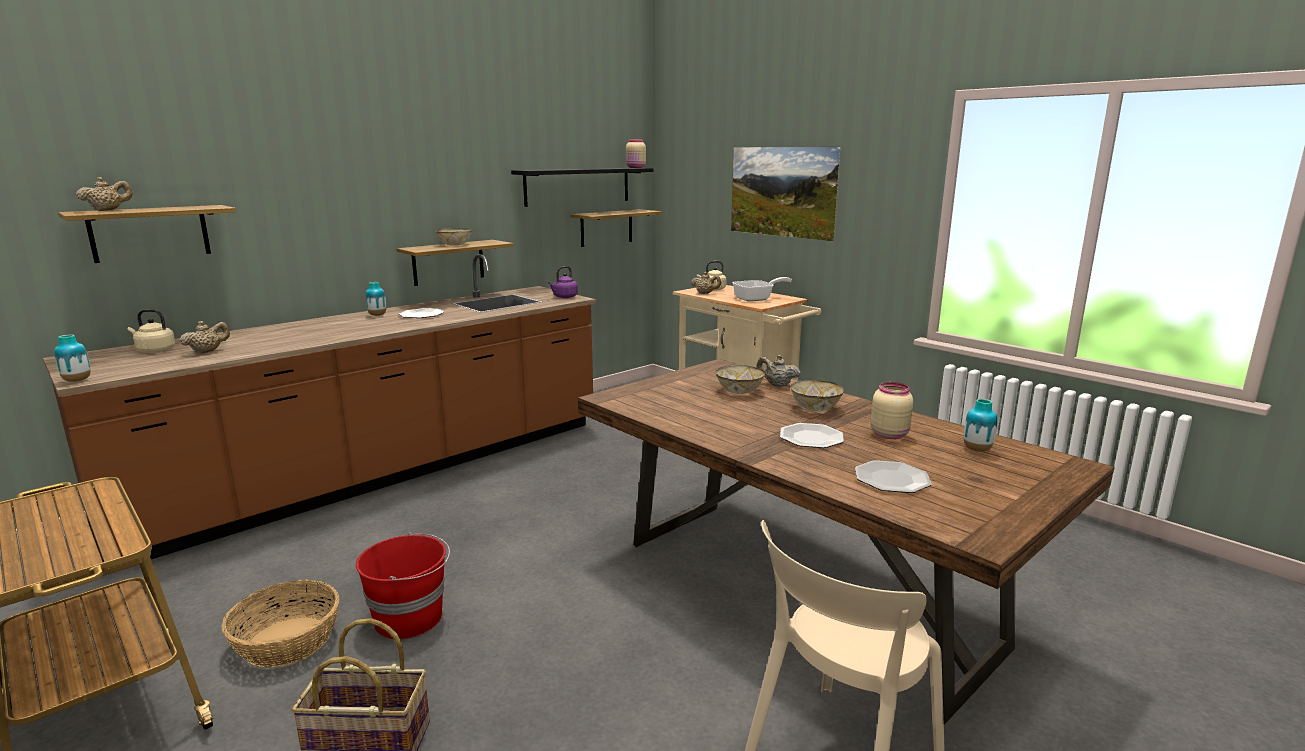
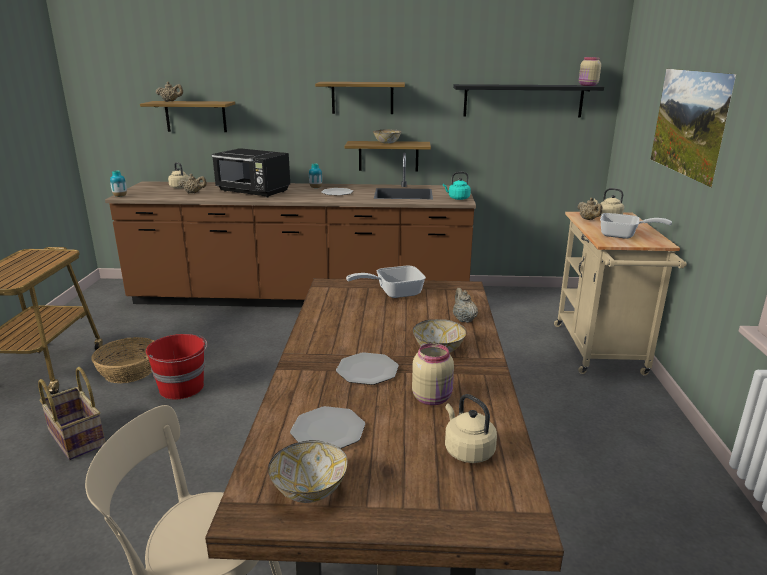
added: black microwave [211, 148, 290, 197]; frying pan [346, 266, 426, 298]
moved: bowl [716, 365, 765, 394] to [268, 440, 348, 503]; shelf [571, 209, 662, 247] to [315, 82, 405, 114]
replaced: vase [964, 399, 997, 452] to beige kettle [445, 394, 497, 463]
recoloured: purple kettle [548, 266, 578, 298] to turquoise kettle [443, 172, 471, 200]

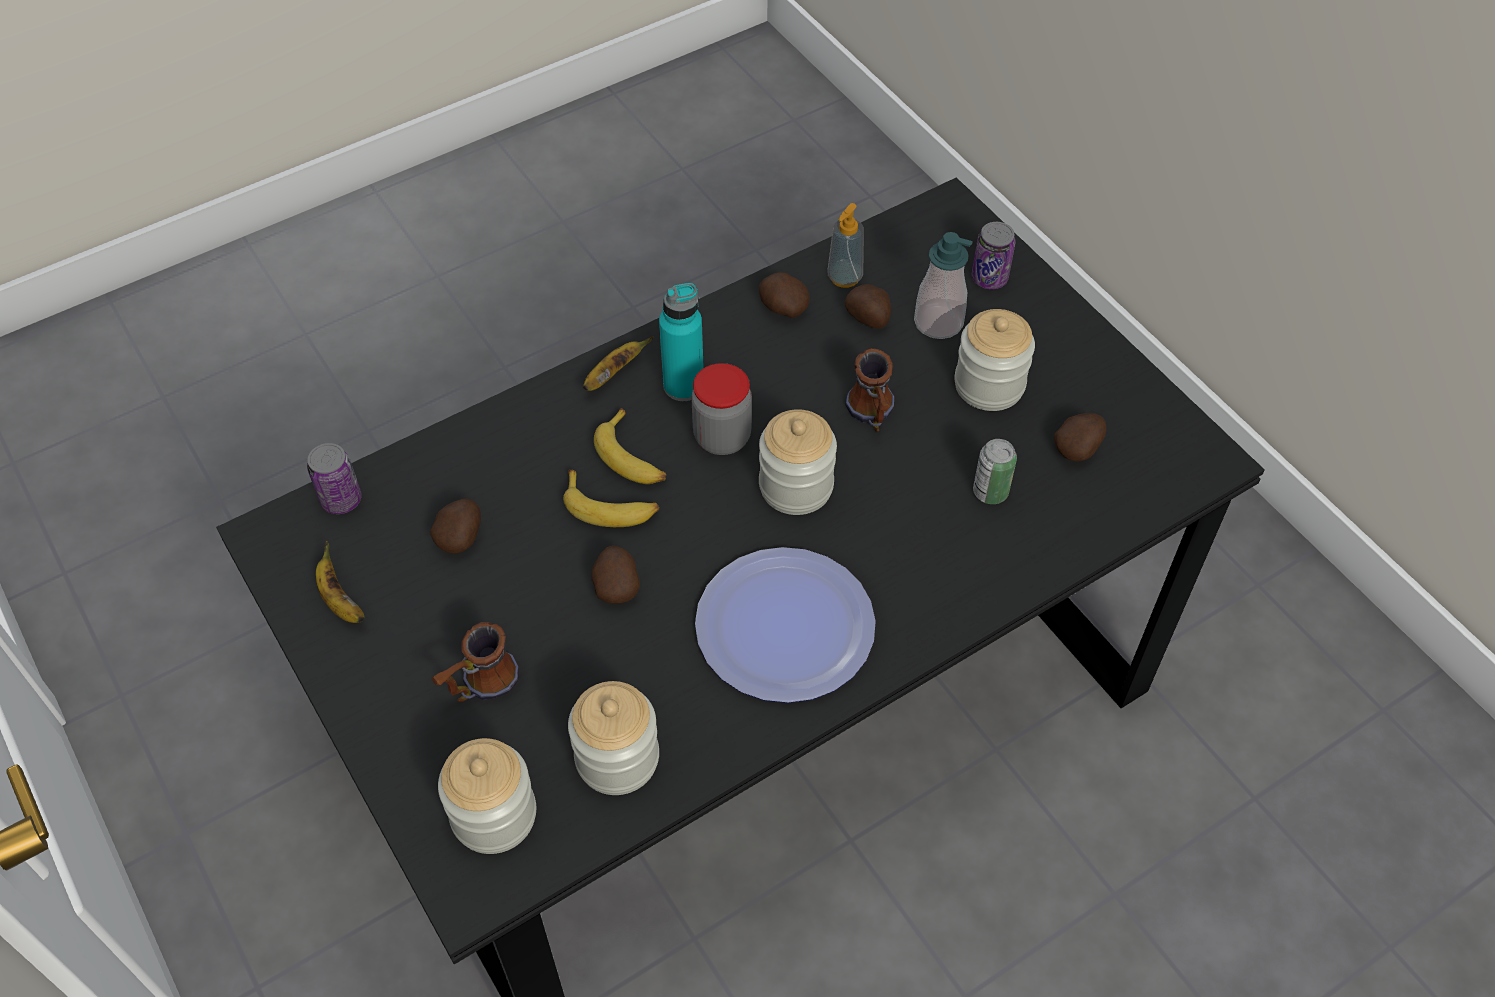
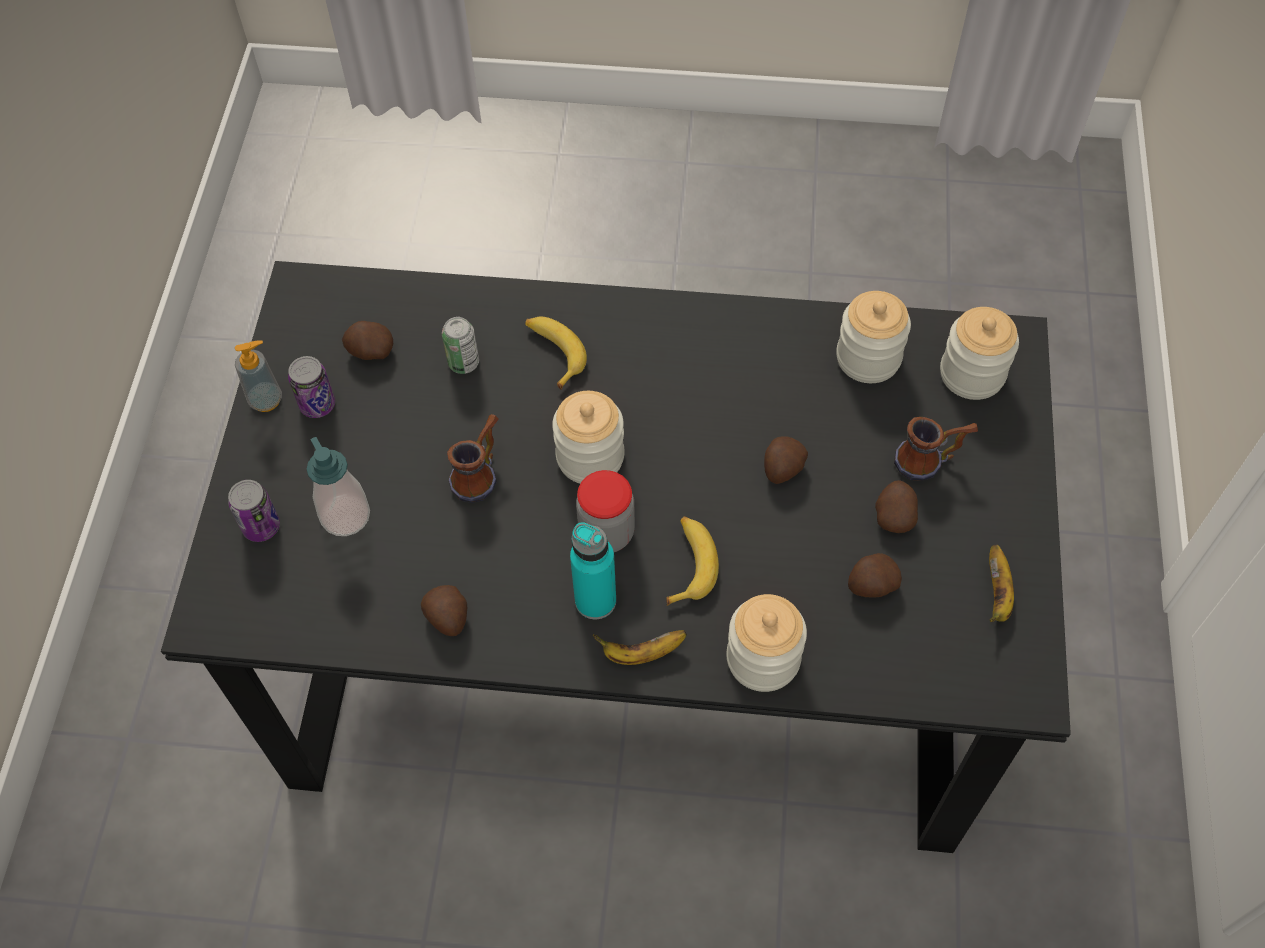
removed: plate [695, 547, 876, 703]
moved: soap dispenser [827, 203, 864, 288] to [235, 340, 282, 412]; can [307, 443, 362, 514] to [288, 356, 335, 418]; banana [563, 470, 659, 527] to [525, 317, 587, 390]; jar [954, 309, 1035, 411] to [726, 594, 807, 692]; potato [845, 284, 891, 329] to [875, 480, 918, 533]

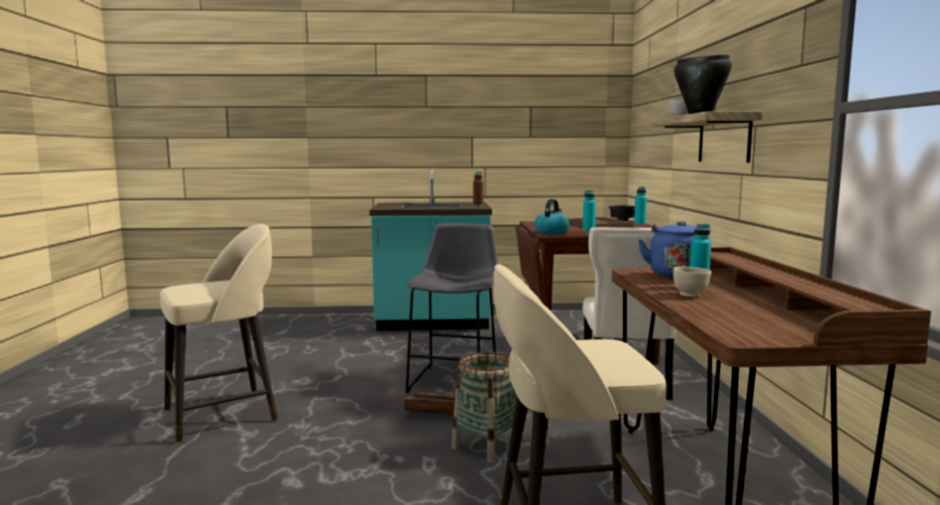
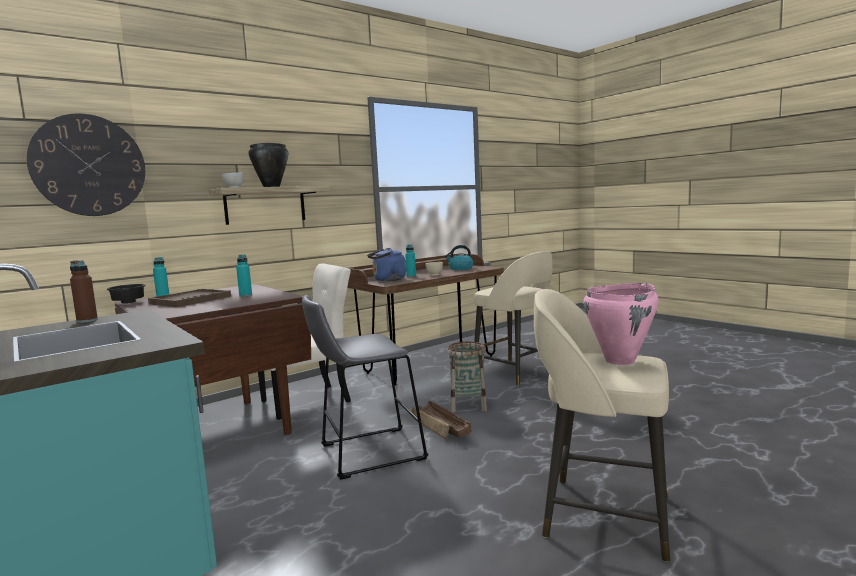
added: wall clock [27, 113, 145, 216]; pink cooking pot [583, 283, 659, 365]
moved: kettle [534, 199, 569, 234] to [445, 245, 474, 270]

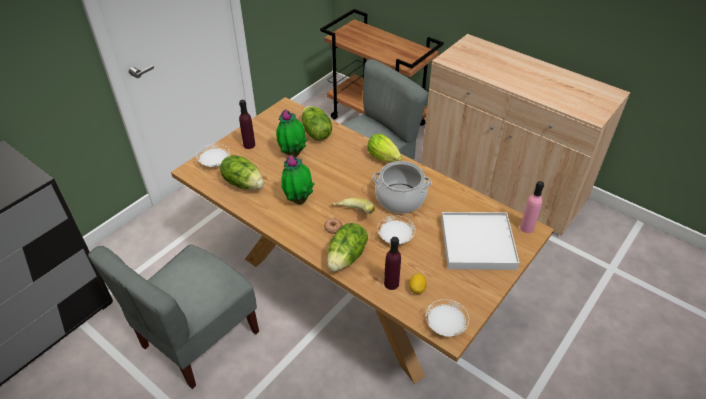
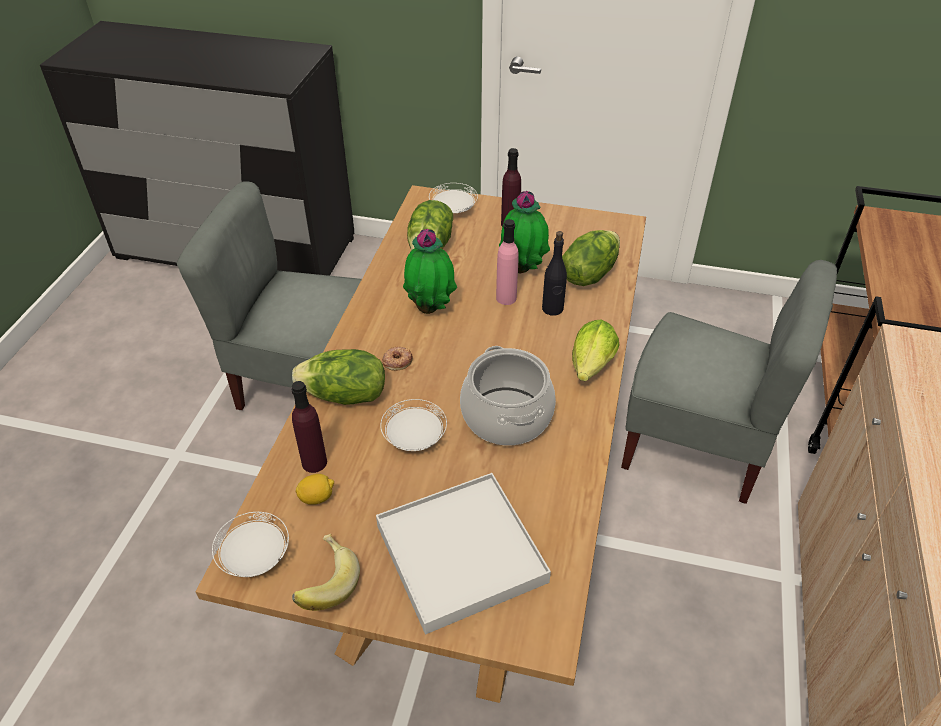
added: black bottle [542, 231, 567, 316]
moved: banana [332, 198, 375, 214] to [292, 533, 360, 611]; pink bottle [520, 181, 544, 233] to [496, 219, 519, 305]

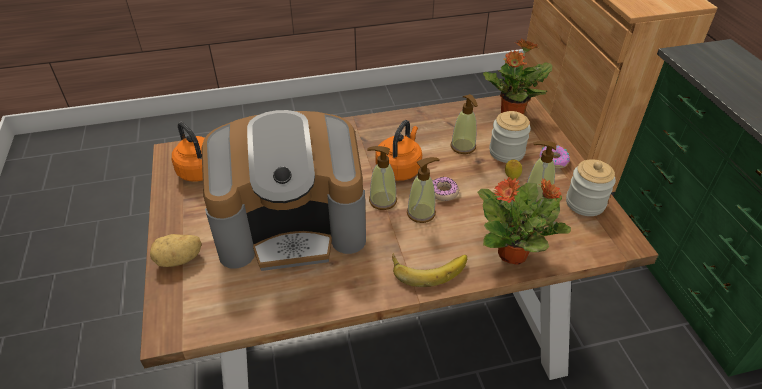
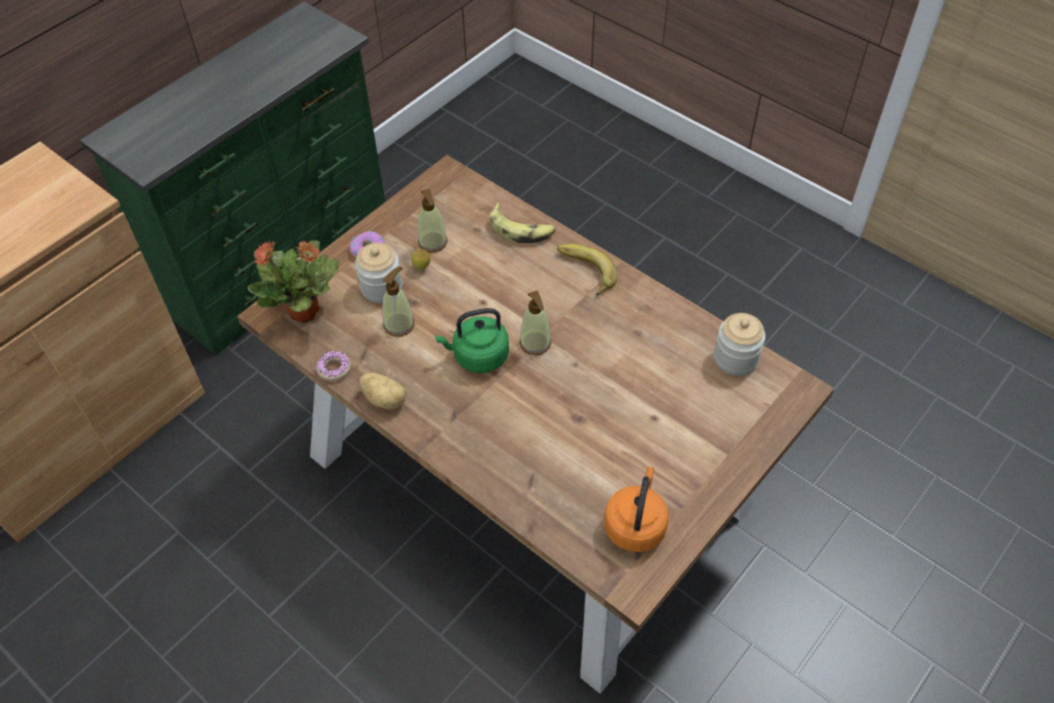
removed: coffee machine [201, 110, 366, 271]; soap dispenser [407, 157, 440, 223]
moved: donut [433, 177, 459, 201] to [316, 351, 351, 381]; potato [150, 234, 202, 267] to [359, 373, 407, 410]; jar [566, 159, 616, 216] to [714, 313, 766, 376]
replaced: potted plant [477, 177, 571, 264] to banana [489, 202, 556, 243]
recoloured: orange kettle [376, 120, 422, 181] to green kettle [435, 308, 509, 373]

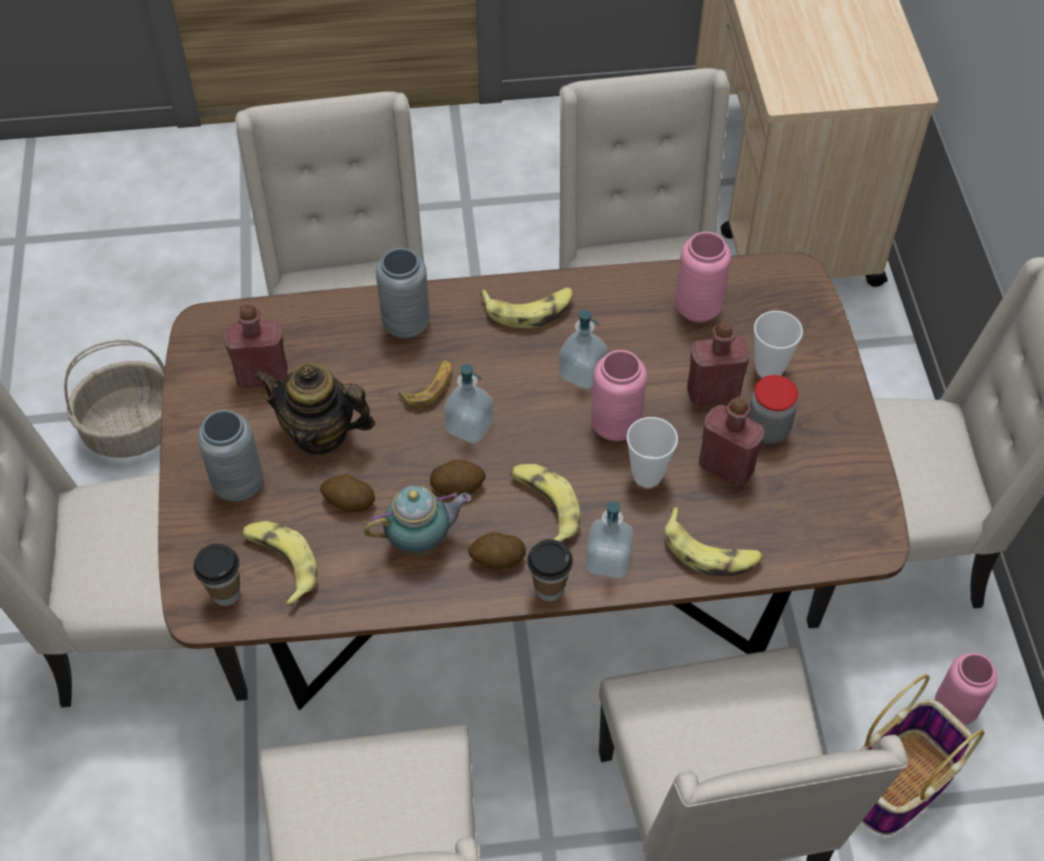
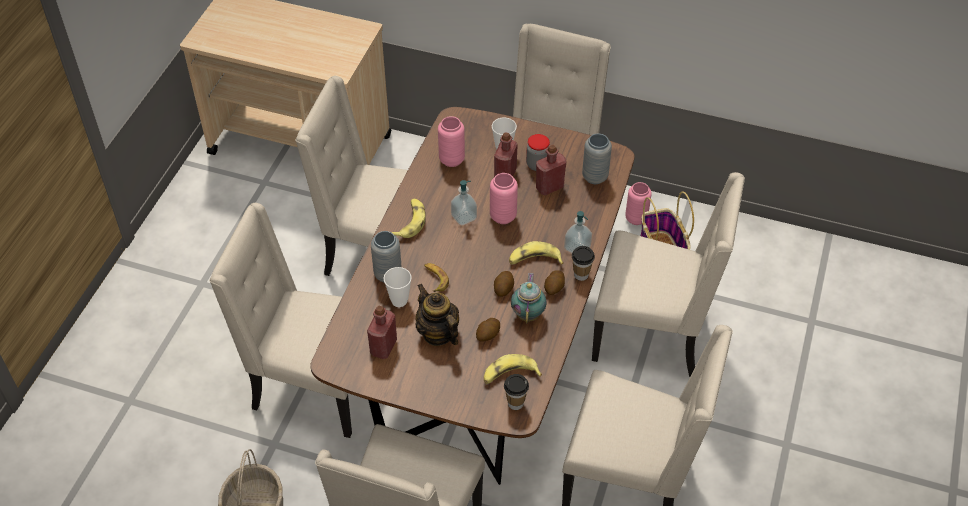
removed: soap dispenser [444, 364, 493, 444]; banana [664, 507, 763, 576]
moved: cup [627, 417, 678, 488] to [384, 267, 412, 307]; grey vase [197, 410, 263, 502] to [582, 133, 612, 184]
turned: teapot [254, 363, 375, 456] = [416, 284, 459, 346] 105 degrees clockwise

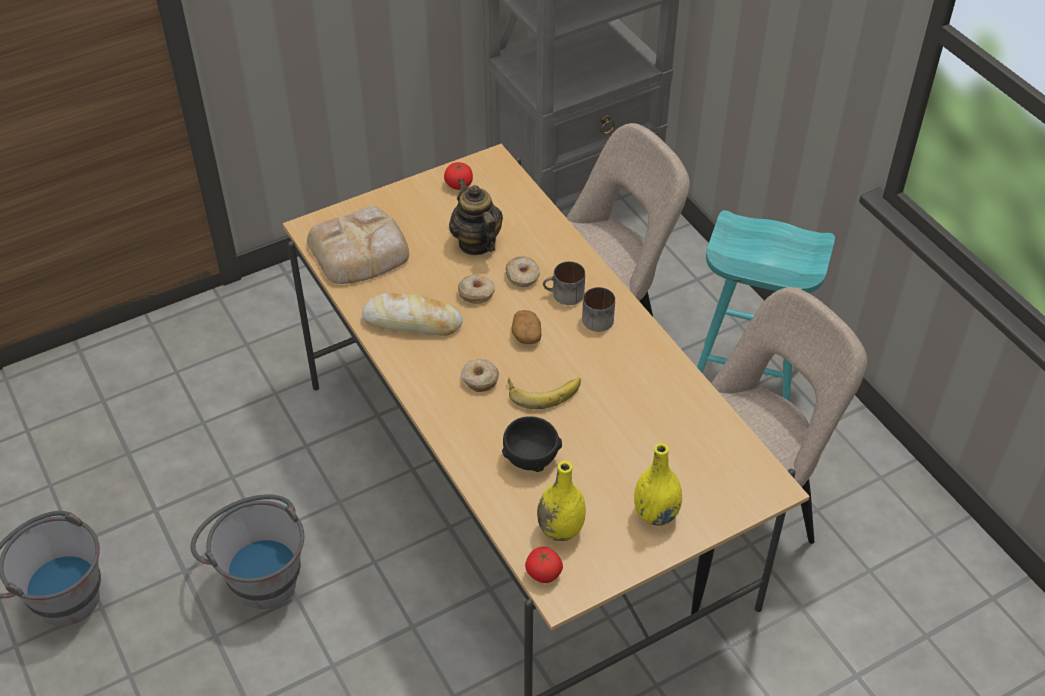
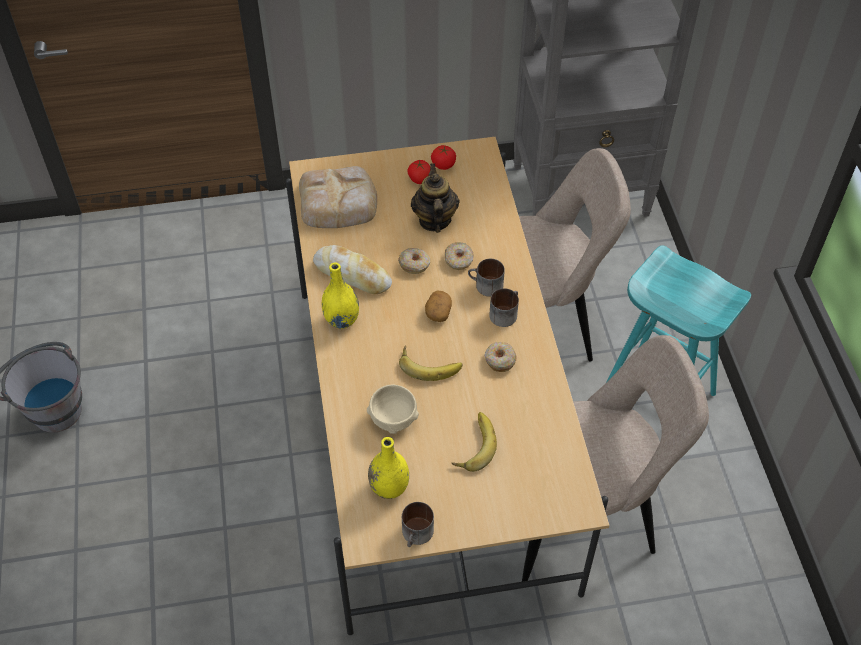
removed: grey bucket [191, 494, 304, 609]
added: mug [402, 502, 434, 547]; banana [451, 412, 497, 472]
moved: yellow vase [634, 443, 682, 526] to [322, 262, 359, 329]; tomato [525, 547, 563, 583] to [407, 160, 430, 184]; donut [461, 359, 499, 392] to [485, 342, 517, 372]
recoloured: black bowl [502, 416, 562, 472] to beige bowl [367, 384, 419, 434]

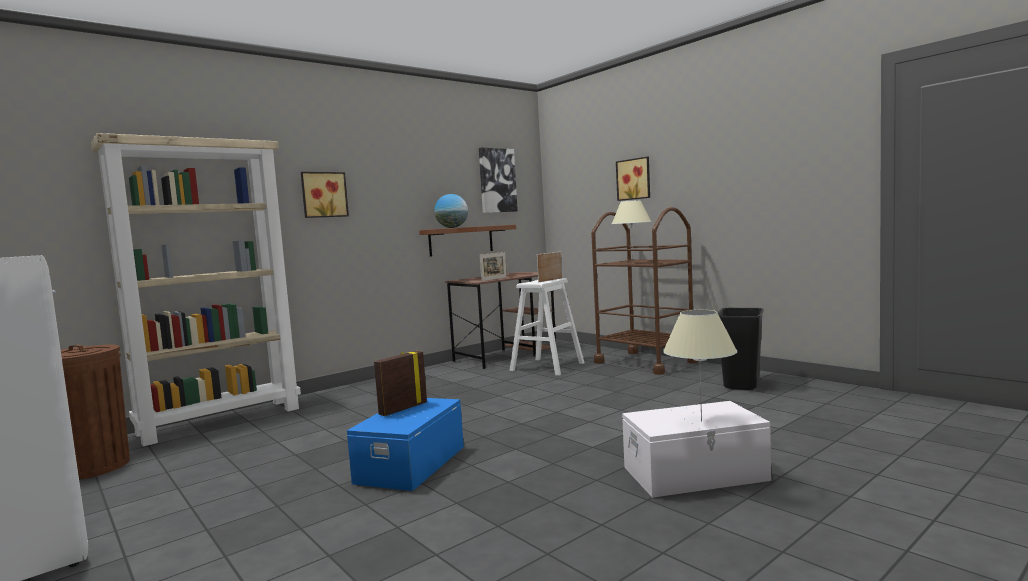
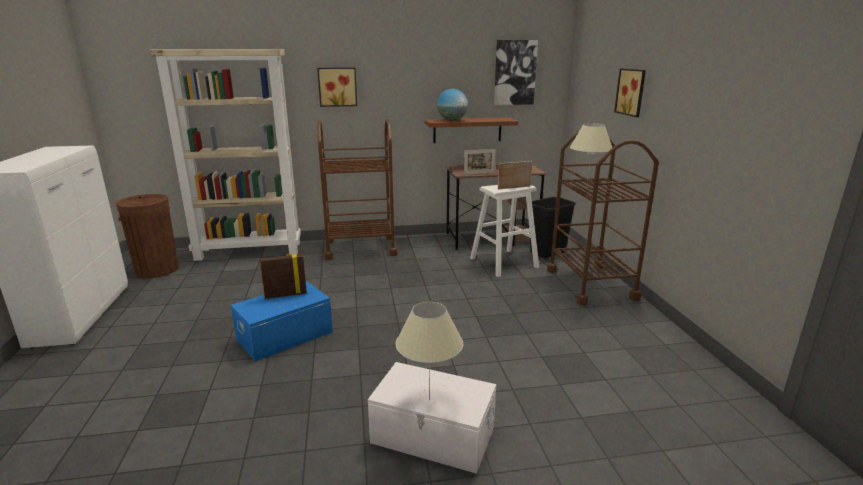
added: brown cart [317, 118, 398, 260]
moved: black trash can [718, 308, 764, 390] to [530, 197, 576, 258]

